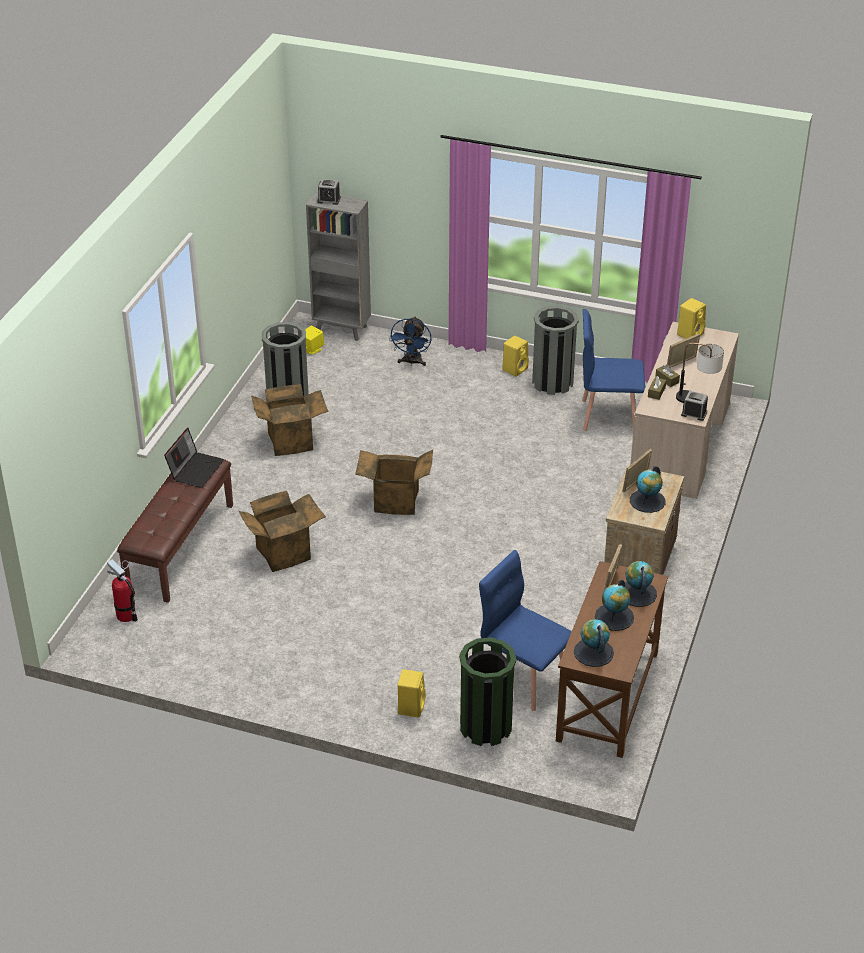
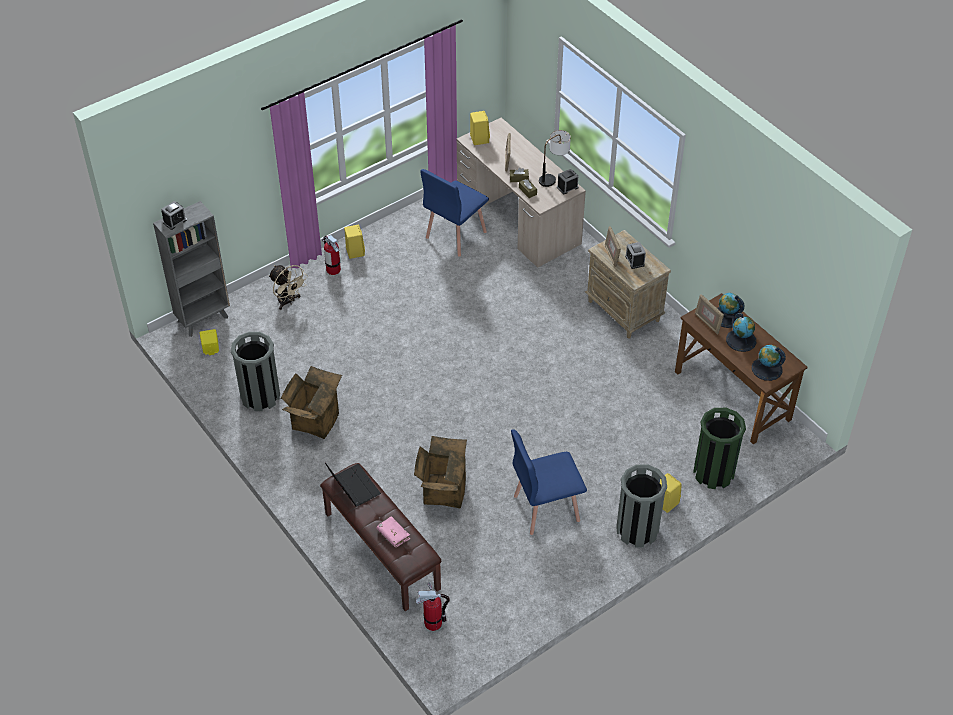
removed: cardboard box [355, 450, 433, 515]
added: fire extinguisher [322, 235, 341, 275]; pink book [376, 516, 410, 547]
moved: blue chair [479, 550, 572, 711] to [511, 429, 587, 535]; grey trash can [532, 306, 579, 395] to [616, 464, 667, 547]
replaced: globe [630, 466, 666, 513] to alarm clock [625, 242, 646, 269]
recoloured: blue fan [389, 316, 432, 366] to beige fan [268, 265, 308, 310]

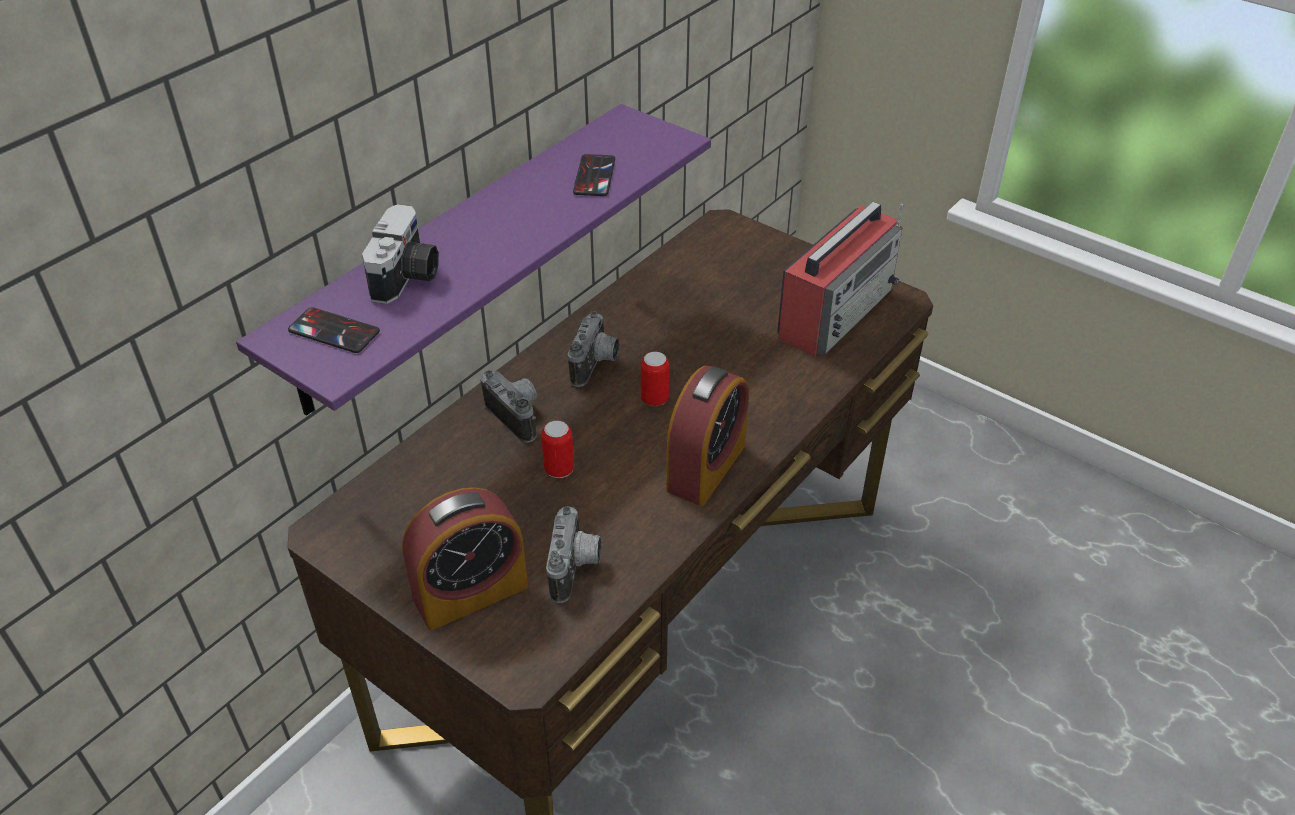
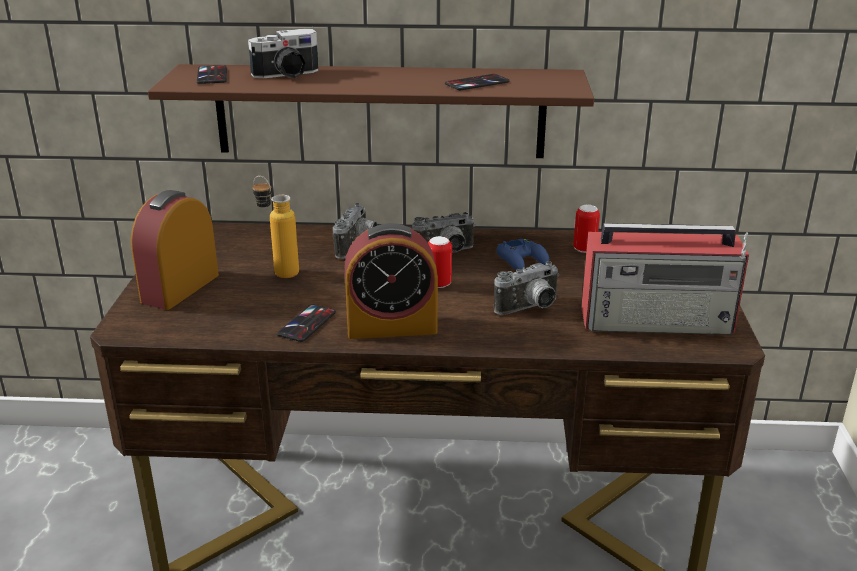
added: bottle [253, 176, 299, 278]; phone [277, 304, 336, 342]; blue game controller [496, 238, 549, 270]
moved: photo camera [546, 506, 601, 603] to [494, 261, 560, 315]; can [541, 421, 574, 478] to [573, 205, 600, 253]
recoloured: purple shelf [236, 104, 711, 416] to brown shelf [148, 64, 594, 158]
turned: alarm clock [402, 487, 528, 630] = [131, 190, 219, 310] 90 degrees clockwise

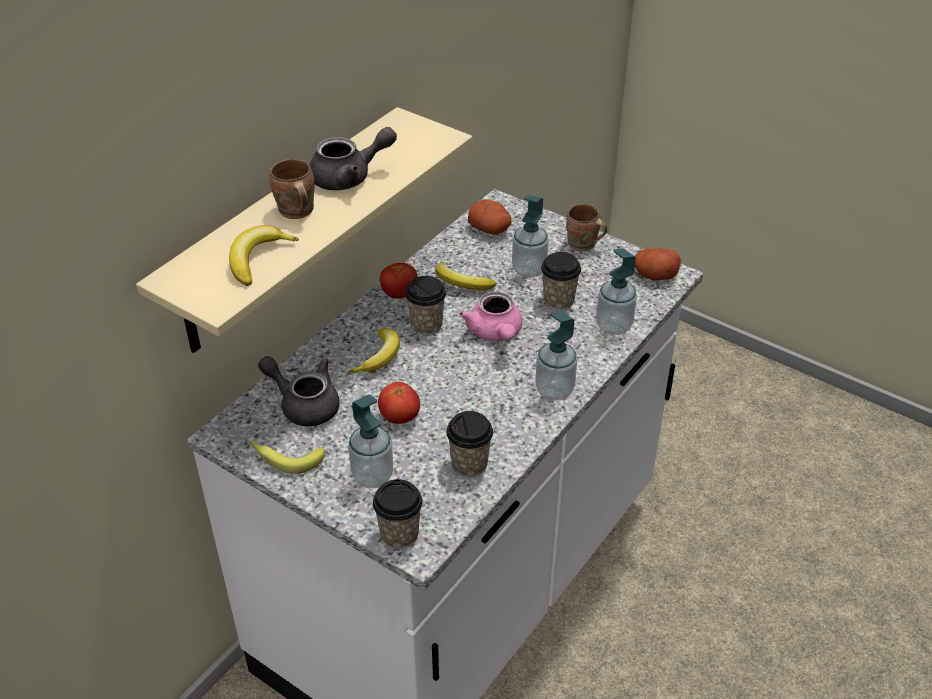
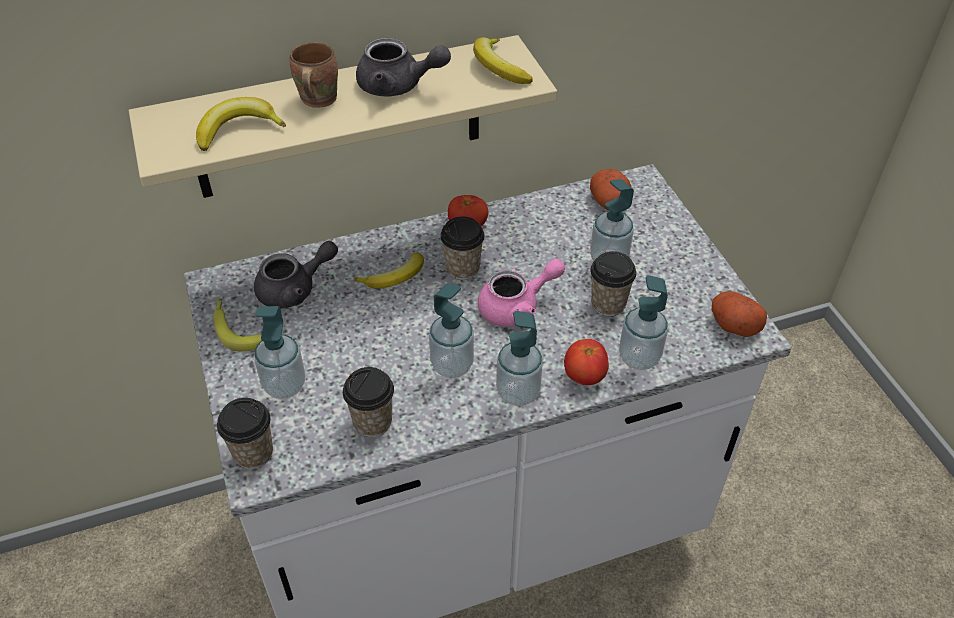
removed: brown mug [566, 204, 607, 251]
added: soap dispenser [429, 284, 474, 378]
moved: banana [435, 261, 496, 290] to [473, 37, 533, 84]; tomato [378, 382, 420, 424] to [564, 339, 609, 385]
turned: grey teapot [258, 356, 340, 426] = [254, 241, 338, 308] 90 degrees clockwise; pink teapot [459, 292, 522, 341] = [478, 259, 565, 327] 135 degrees counterclockwise

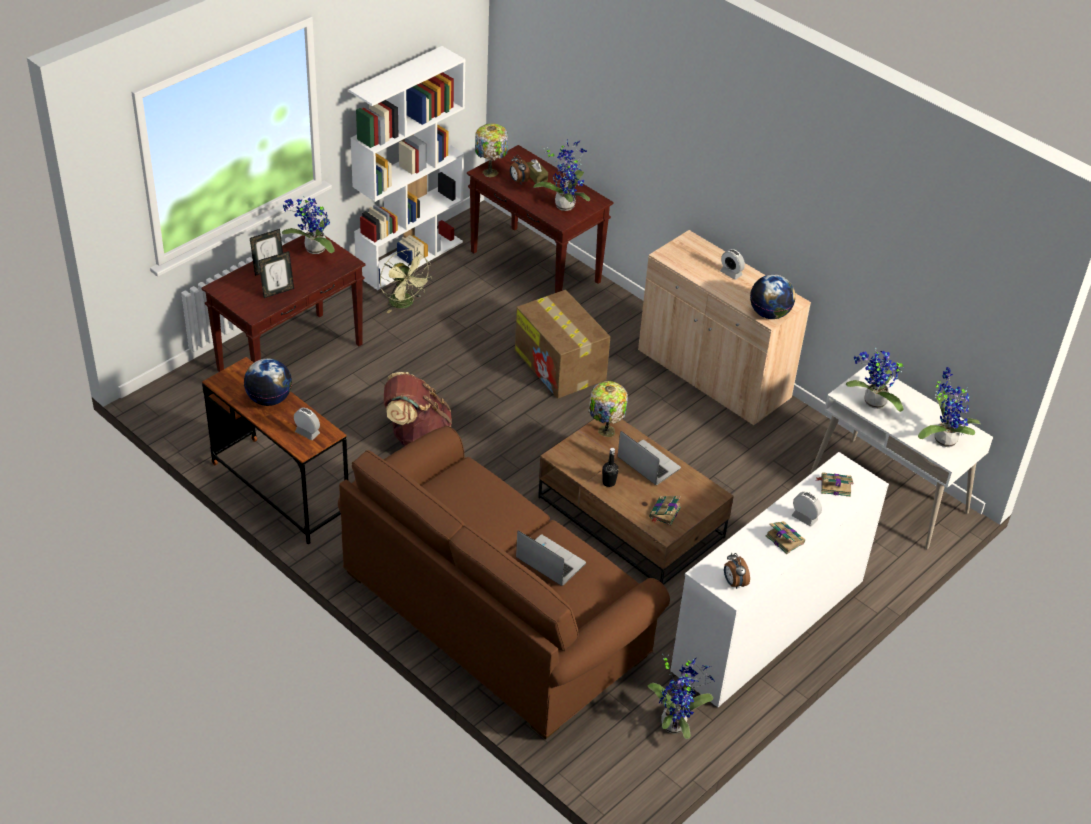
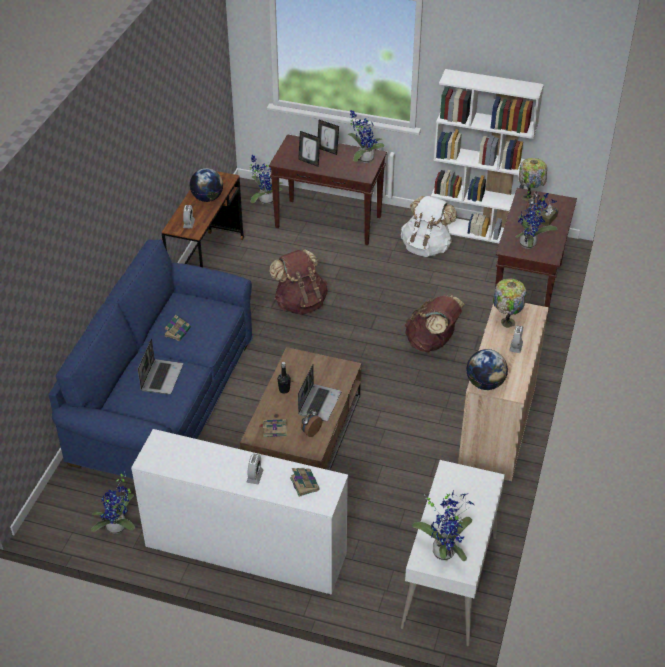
moved: book [766, 521, 805, 554] to [164, 315, 191, 341]; potted plant [846, 348, 904, 412] to [249, 155, 283, 205]; alarm clock [724, 553, 750, 589] to [301, 409, 322, 437]; table lamp [588, 381, 628, 437] to [493, 278, 526, 328]
replaced: green fan [380, 249, 432, 313] to white backpack [401, 195, 457, 257]; cardboard box [515, 290, 610, 399] to brown backpack [404, 295, 465, 352]
recoloured: brown sofa [338, 426, 670, 739] to blue sofa [48, 239, 253, 479]

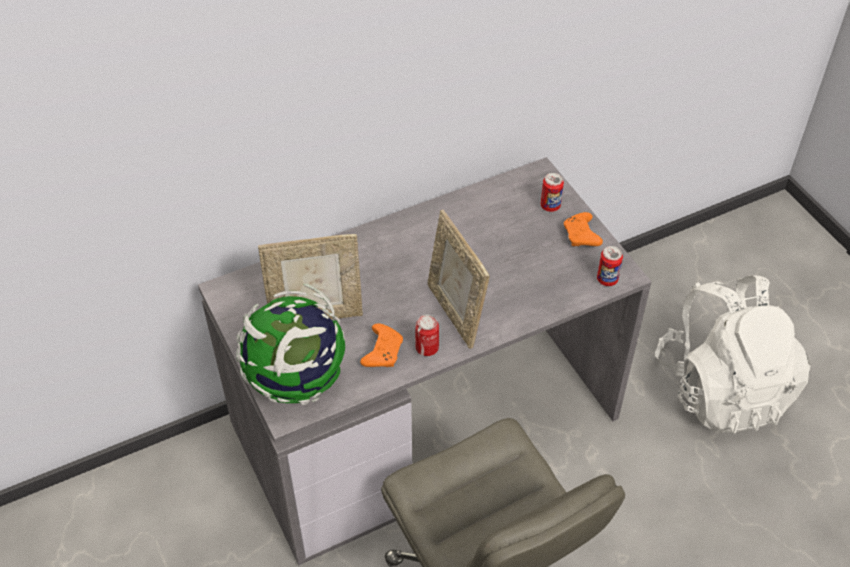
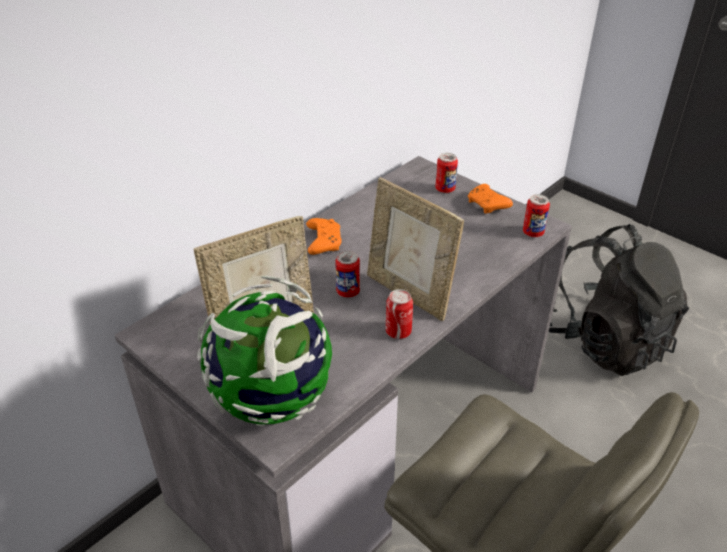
added: can [335, 251, 360, 298]
moved: orange game controller [360, 323, 403, 367] to [306, 218, 342, 255]
recoloured: white backpack [655, 275, 811, 434] to black backpack [548, 224, 689, 376]

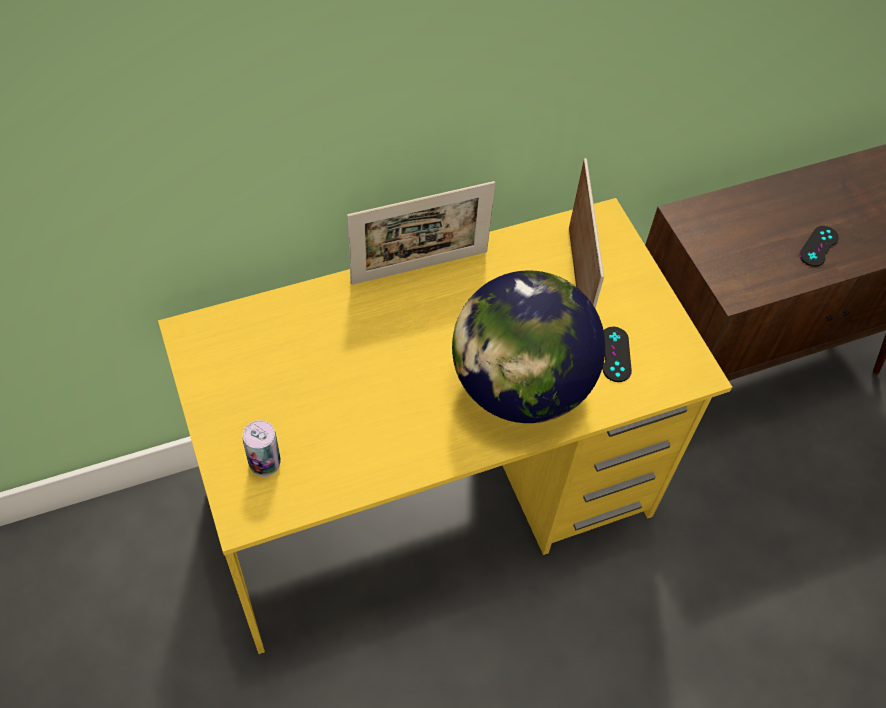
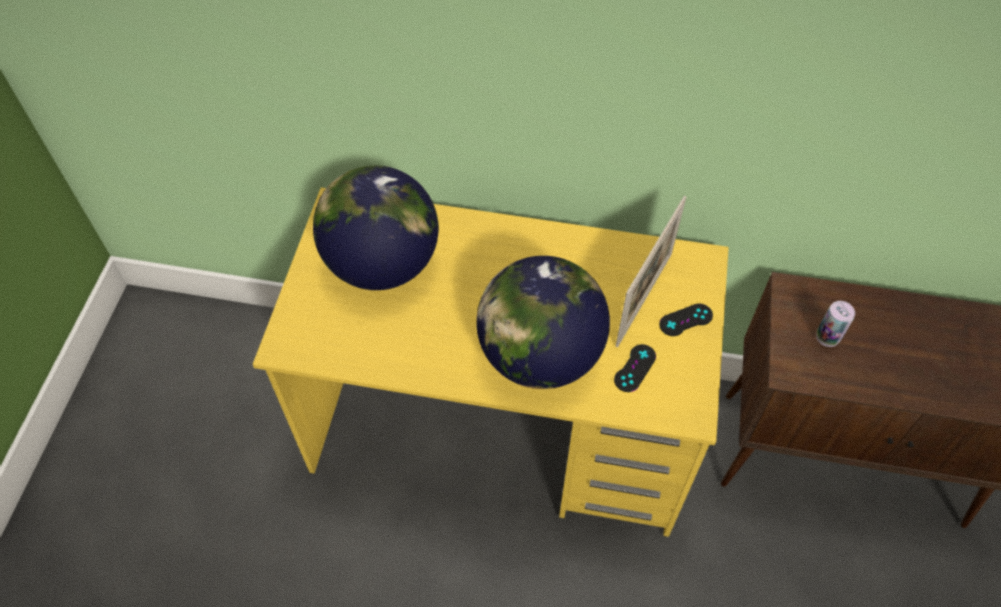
removed: picture frame [347, 181, 495, 285]
added: globe [313, 165, 439, 290]
moved: black game controller [799, 226, 839, 267] to [659, 304, 713, 336]; can [242, 420, 281, 477] to [816, 301, 855, 347]

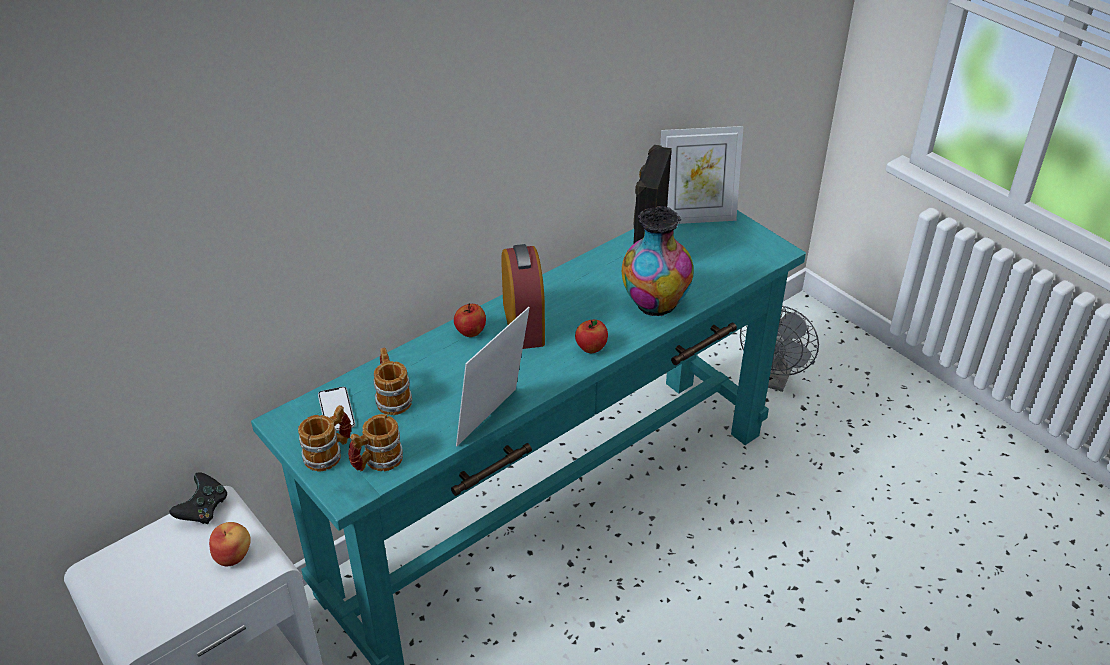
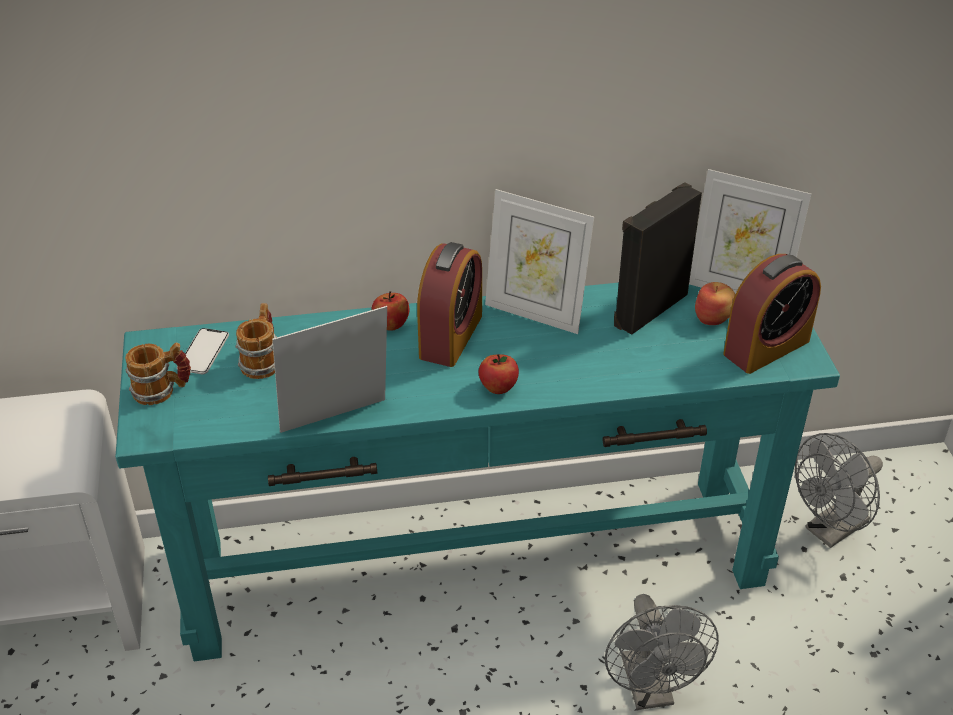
removed: black game controller [169, 472, 227, 525]; mug [348, 414, 403, 471]; vase [622, 206, 694, 317]
added: picture frame [485, 189, 594, 334]; grey fan [605, 594, 719, 710]; alarm clock [723, 254, 821, 374]
moved: apple [209, 522, 251, 566] to [695, 282, 735, 325]

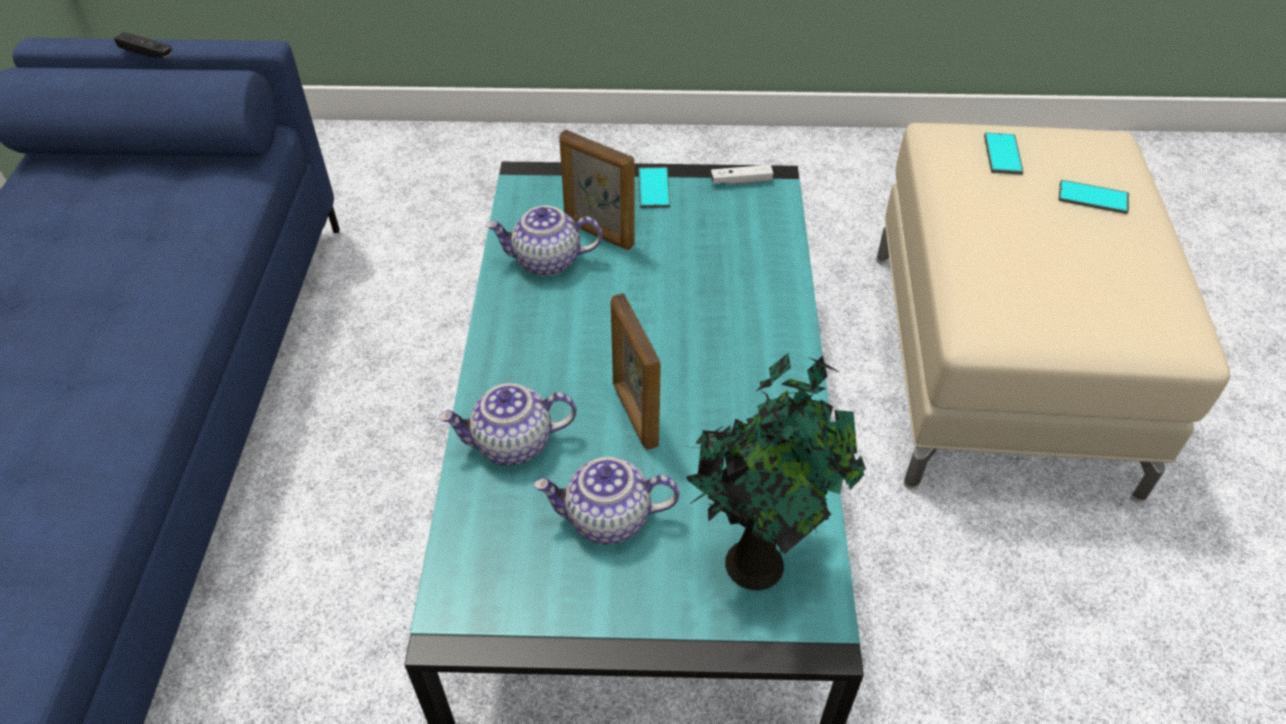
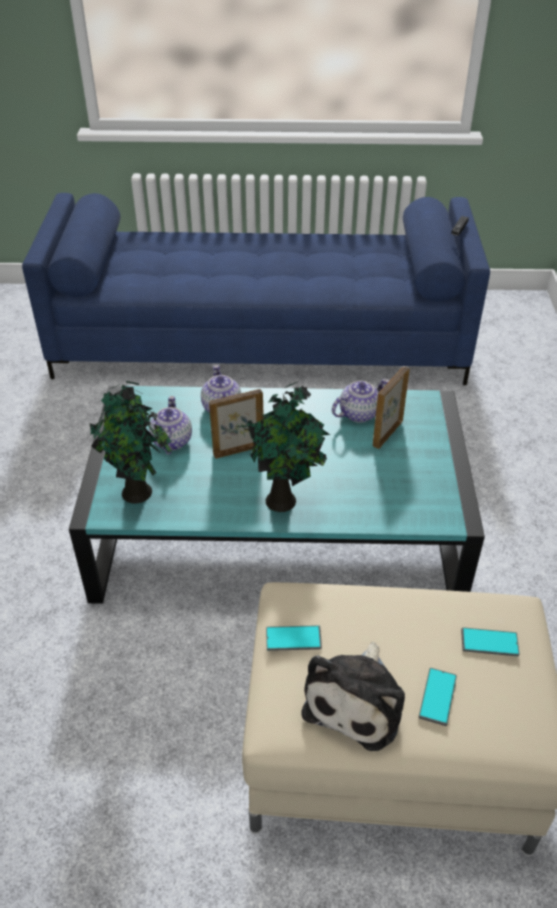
removed: white game controller [711, 165, 773, 184]
added: potted plant [235, 381, 330, 512]; plush toy [301, 642, 405, 751]
moved: phone [639, 167, 670, 208] to [266, 625, 322, 651]
turned: teapot [486, 206, 602, 276] = [332, 379, 389, 423] 60 degrees clockwise

